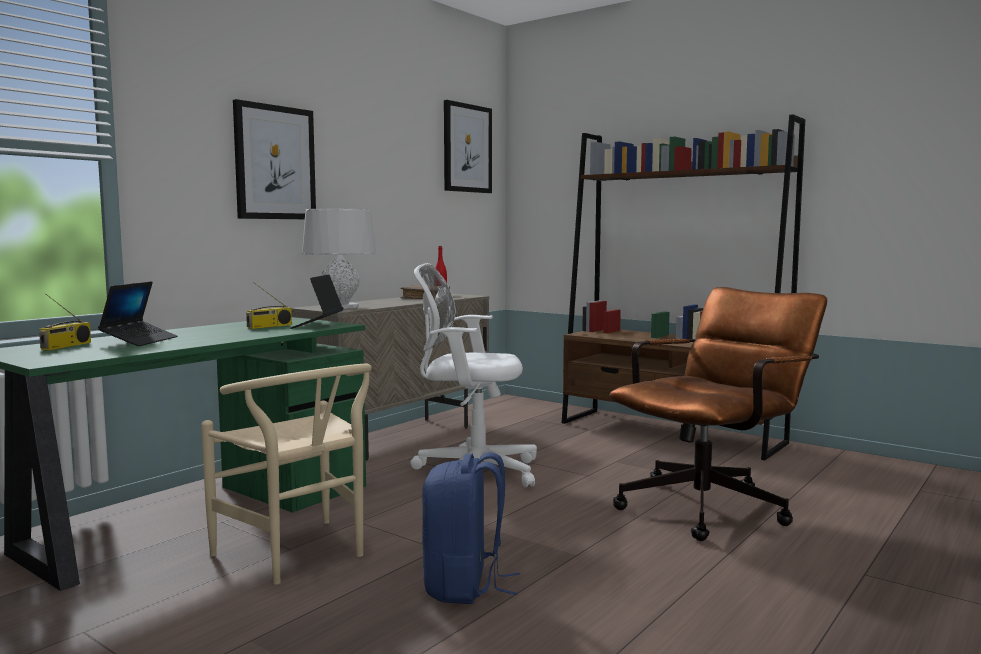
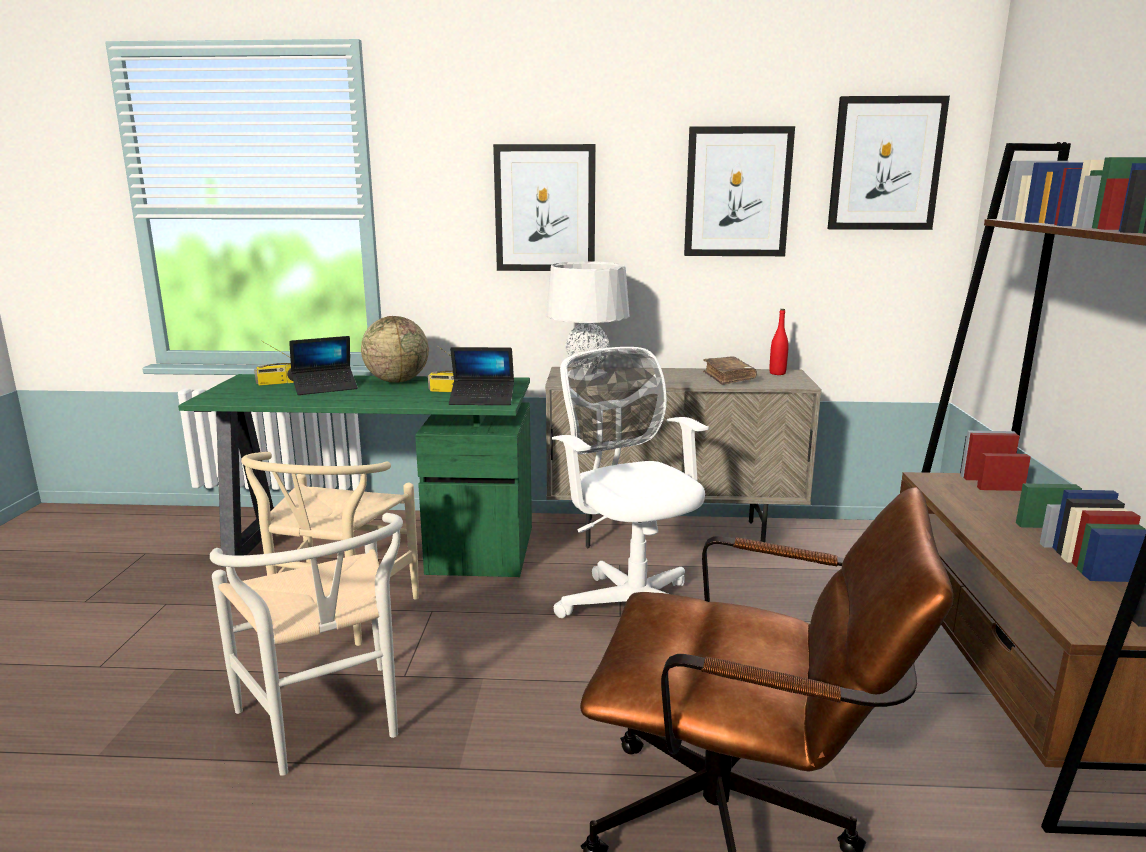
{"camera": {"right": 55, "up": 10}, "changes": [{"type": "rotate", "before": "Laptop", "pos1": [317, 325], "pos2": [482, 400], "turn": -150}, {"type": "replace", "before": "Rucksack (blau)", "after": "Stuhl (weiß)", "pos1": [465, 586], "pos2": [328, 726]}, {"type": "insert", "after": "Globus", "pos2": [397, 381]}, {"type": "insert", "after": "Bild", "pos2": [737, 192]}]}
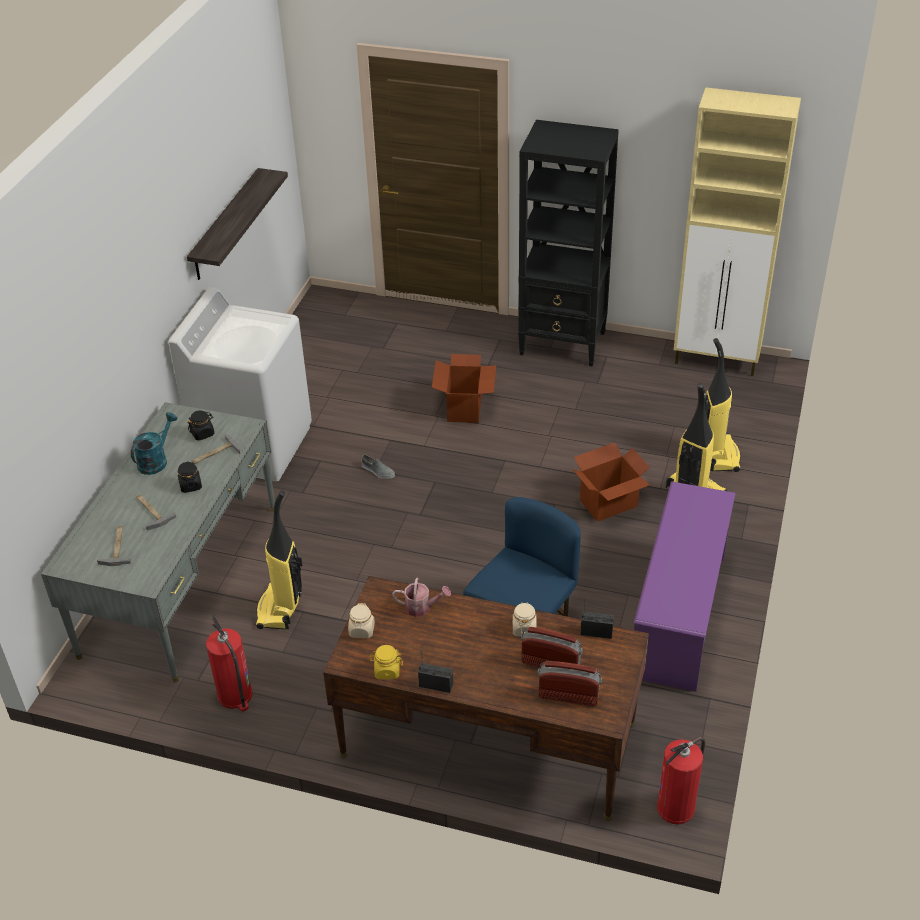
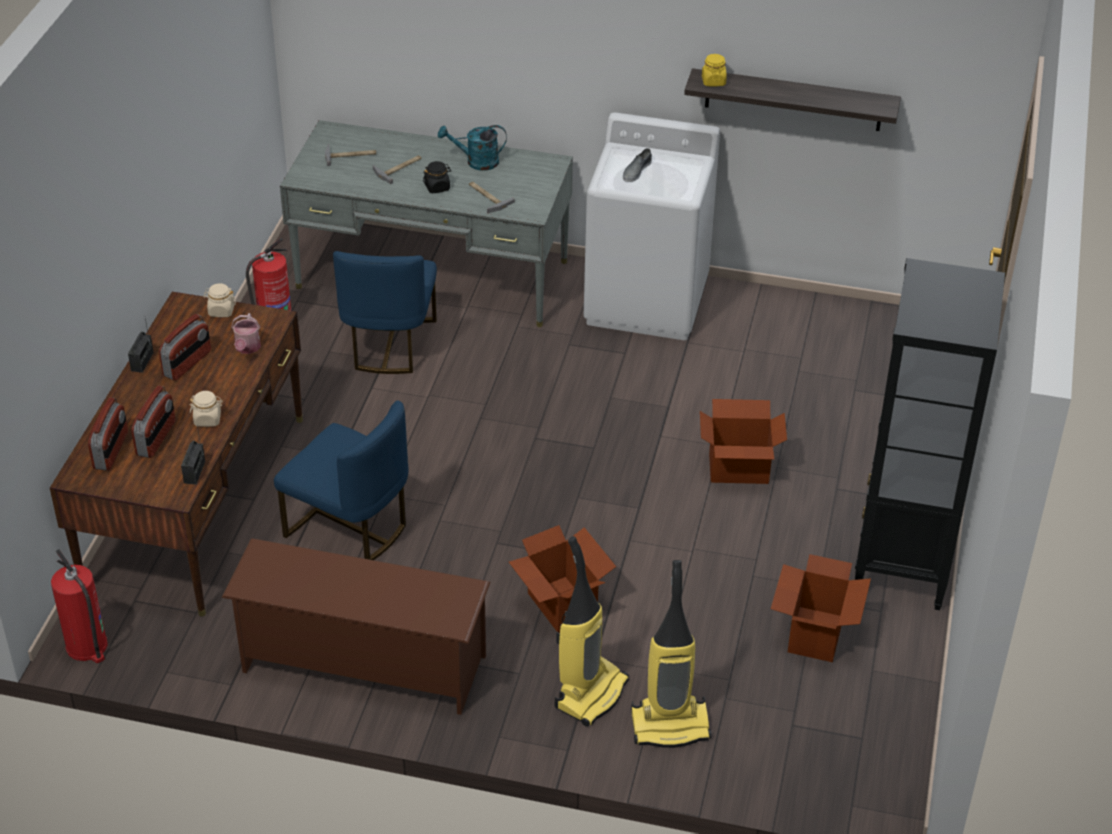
{"camera": {"right": 85, "up": 0}, "changes": [{"type": "rotate", "before": "Gießkanne (türkis)", "pos1": [156, 460], "pos2": [476, 162], "turn": 150}, {"type": "delete", "before": "Vorratsglas (schwarz)", "pos1": [202, 433]}, {"type": "replace", "before": "Staubsauger", "after": "Stuhl (blau)", "pos1": [280, 608], "pos2": [389, 344]}, {"type": "move", "before": "Schuh (grau)", "pos1": [378, 471], "pos2": [636, 171]}, {"type": "move", "before": "Vorratsglas (gelb)", "pos1": [387, 671], "pos2": [713, 81]}, {"type": "recolor", "before": "Schuhregal (lila)", "after": "Schuhregal (braun)", "pos1": [679, 616], "pos2": [362, 664]}, {"type": "delete", "before": "Schrank (beige)", "pos1": [717, 360]}, {"type": "insert", "after": "Radio", "pos2": [187, 363]}, {"type": "insert", "after": "Karton", "pos2": [814, 634]}]}
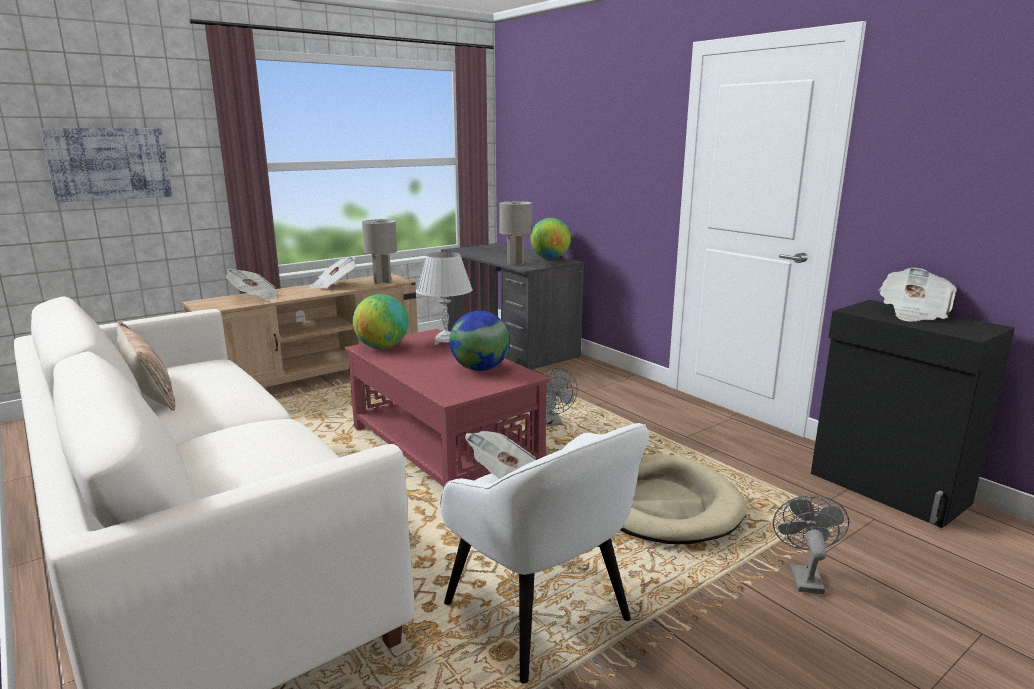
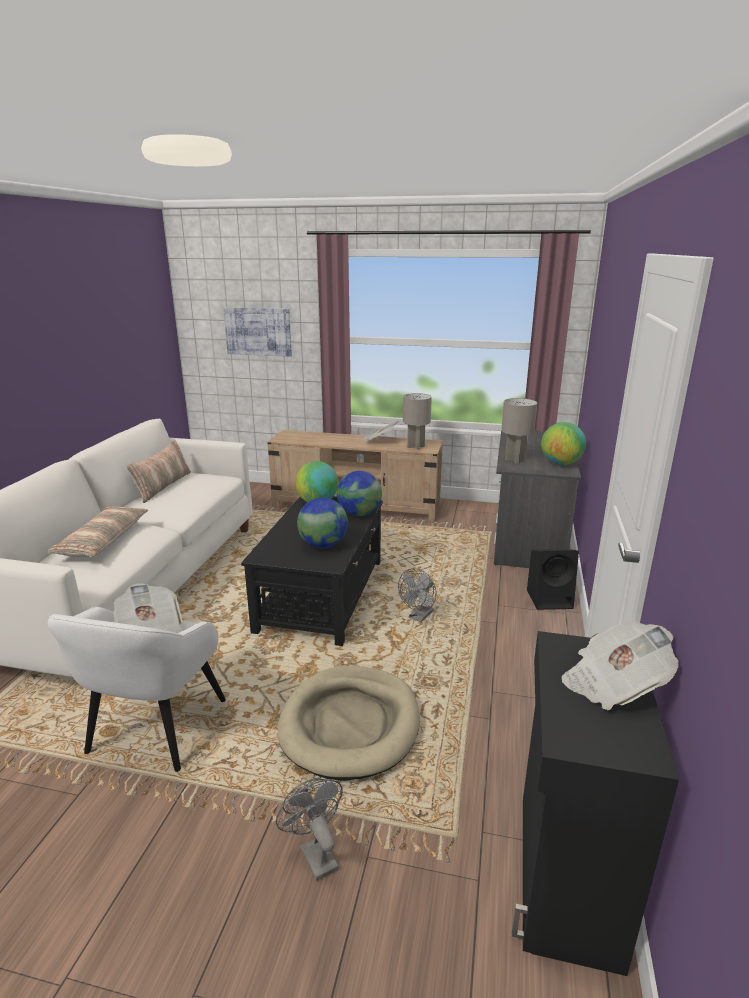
{"camera": {"right": 50, "up": 5}, "changes": [{"type": "delete", "before": "Zeitung", "pos1": [255, 297]}, {"type": "recolor", "before": "Couchtisch (rot)", "after": "Couchtisch (schwarz)", "pos1": [443, 446], "pos2": [322, 594]}, {"type": "replace", "before": "Tischlampe (weiß)", "after": "Globus", "pos1": [445, 341], "pos2": [359, 514]}, {"type": "rotate", "before": "Ventilator (grau)", "pos1": [804, 576], "pos2": [315, 853], "turn": -90}, {"type": "insert", "after": "Kissen", "pos2": [103, 541]}, {"type": "insert", "after": "Lautsprecher (schwarz)", "pos2": [550, 599]}]}
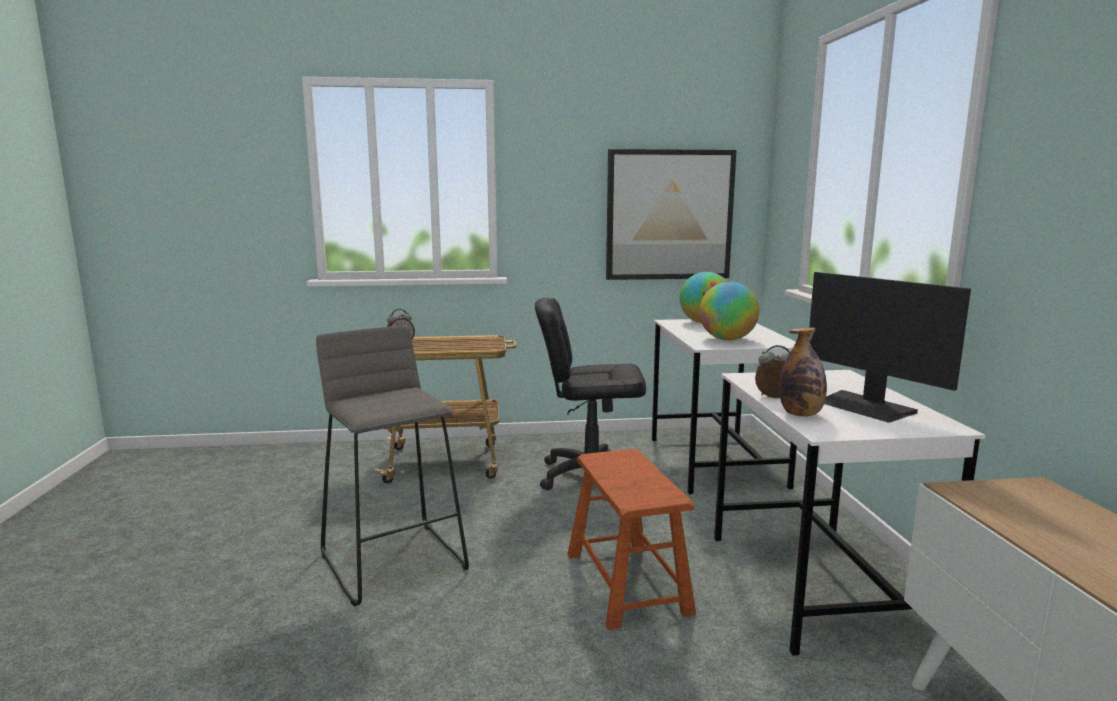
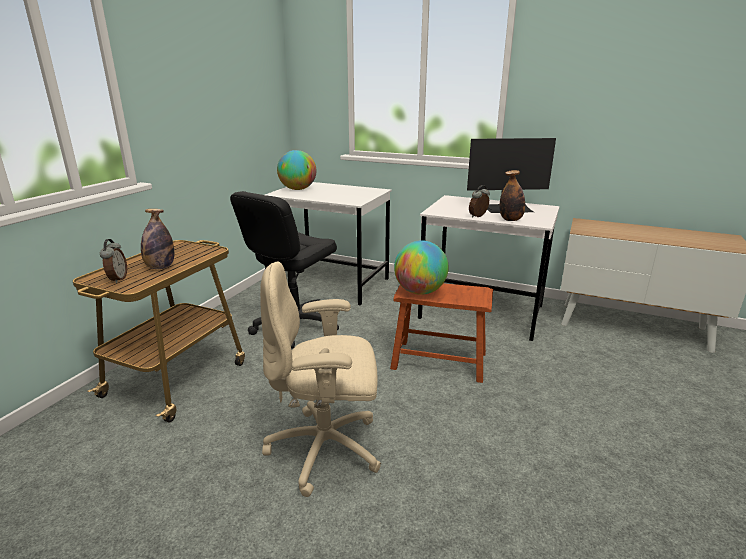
{"camera": {"right": -60, "up": 10}, "changes": [{"type": "replace", "before": "Hocker (grau)", "after": "Bürostuhl (beige)", "pos1": [395, 561], "pos2": [327, 449]}, {"type": "delete", "before": "Bild", "pos1": [669, 215]}, {"type": "move", "before": "Globus", "pos1": [727, 339], "pos2": [419, 292]}, {"type": "insert", "after": "Flasche", "pos2": [160, 267]}]}
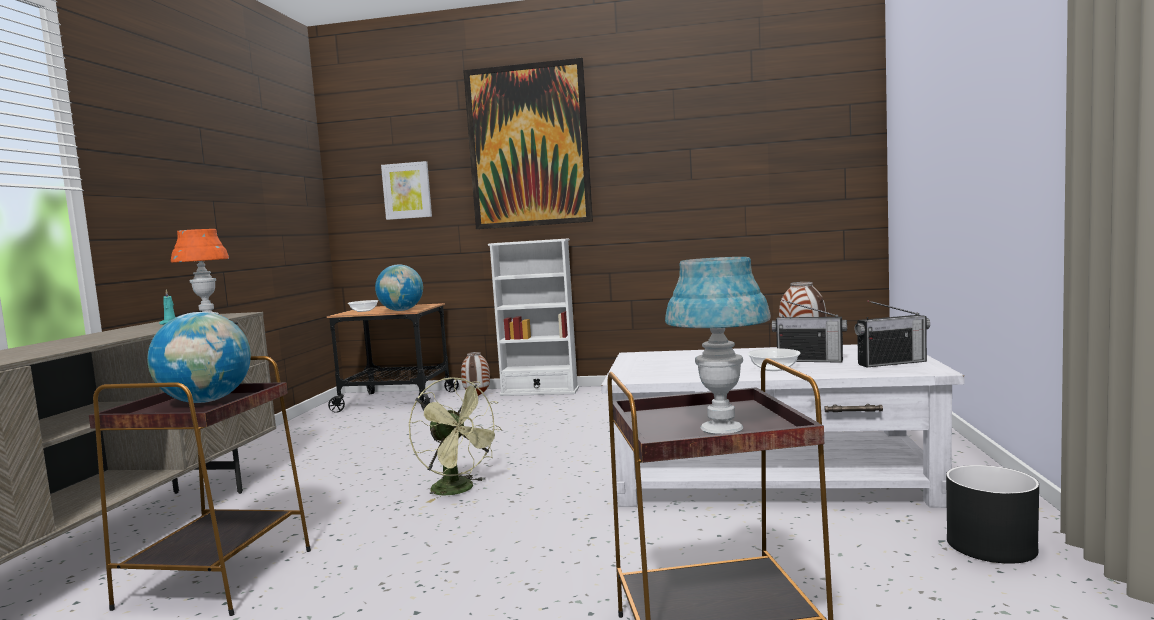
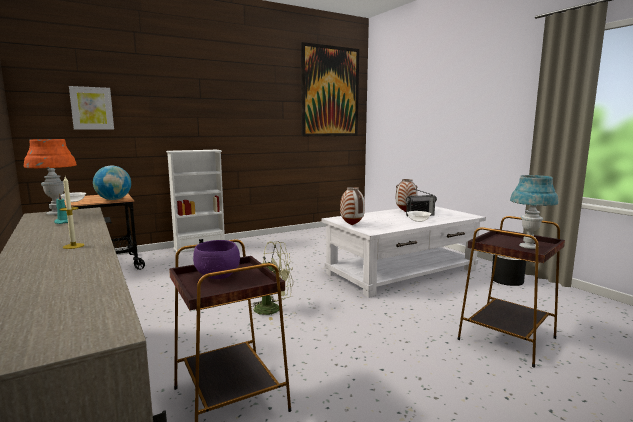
{"camera": {"right": -40, "up": 5}, "changes": [{"type": "replace", "before": "Globus", "after": "Schüssel (lila)", "pos1": [206, 401], "pos2": [219, 276]}, {"type": "move", "before": "Vase", "pos1": [477, 396], "pos2": [352, 225]}, {"type": "move", "before": "Bild", "pos1": [528, 146], "pos2": [330, 92]}, {"type": "delete", "before": "Radio", "pos1": [891, 363]}, {"type": "insert", "after": "Kerze", "pos2": [73, 246]}]}
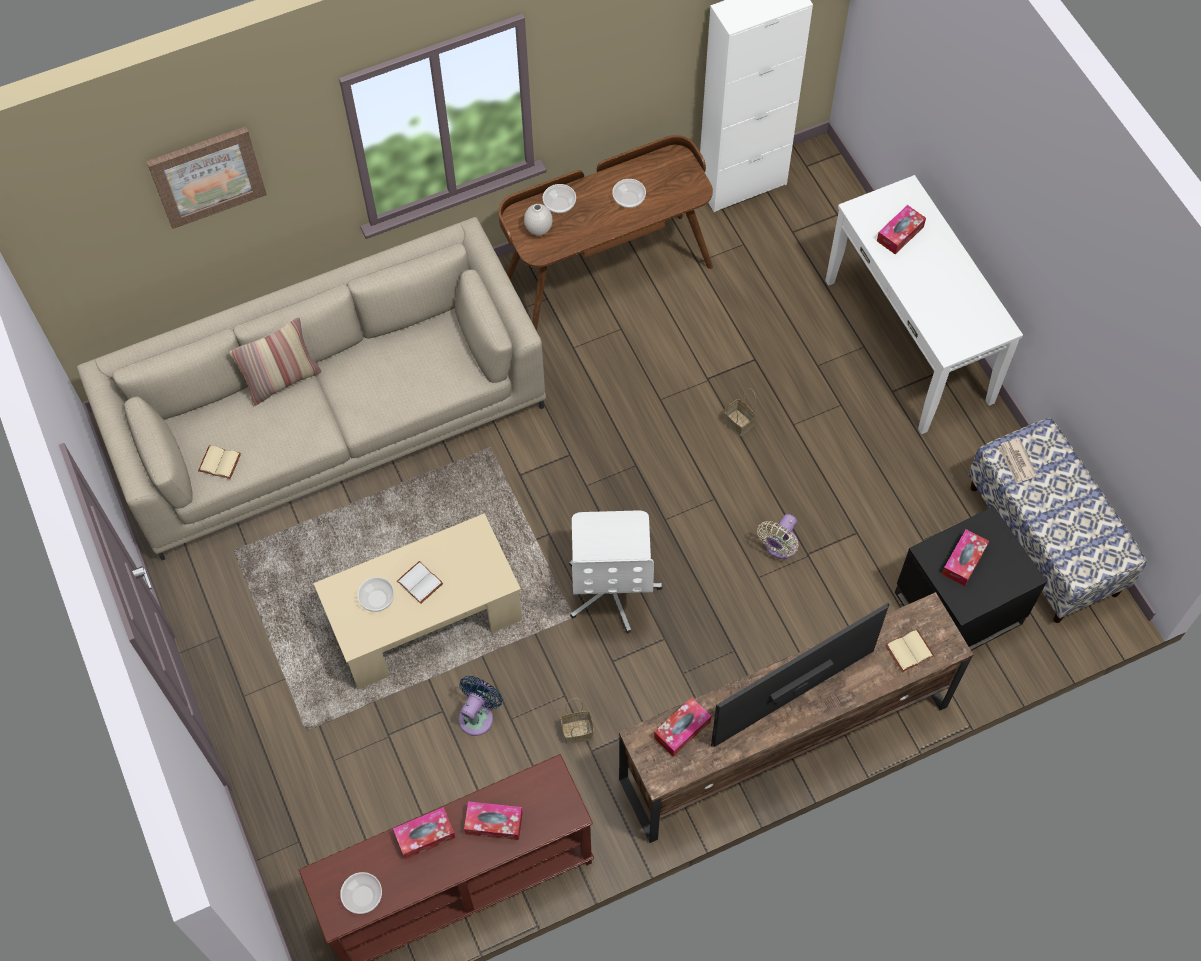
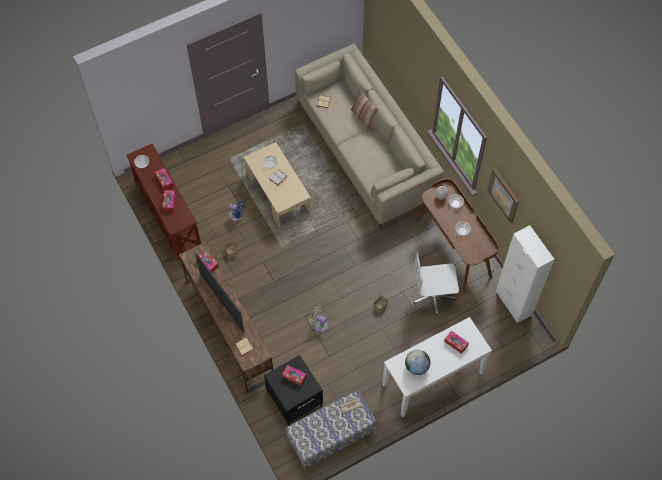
{"camera": {"right": 85, "up": 0}, "changes": [{"type": "move", "before": "Bild", "pos1": [207, 175], "pos2": [504, 195]}, {"type": "move", "before": "Bürostuhl (weiß)", "pos1": [612, 589], "pos2": [433, 295]}, {"type": "insert", "after": "Globus", "pos2": [416, 366]}]}
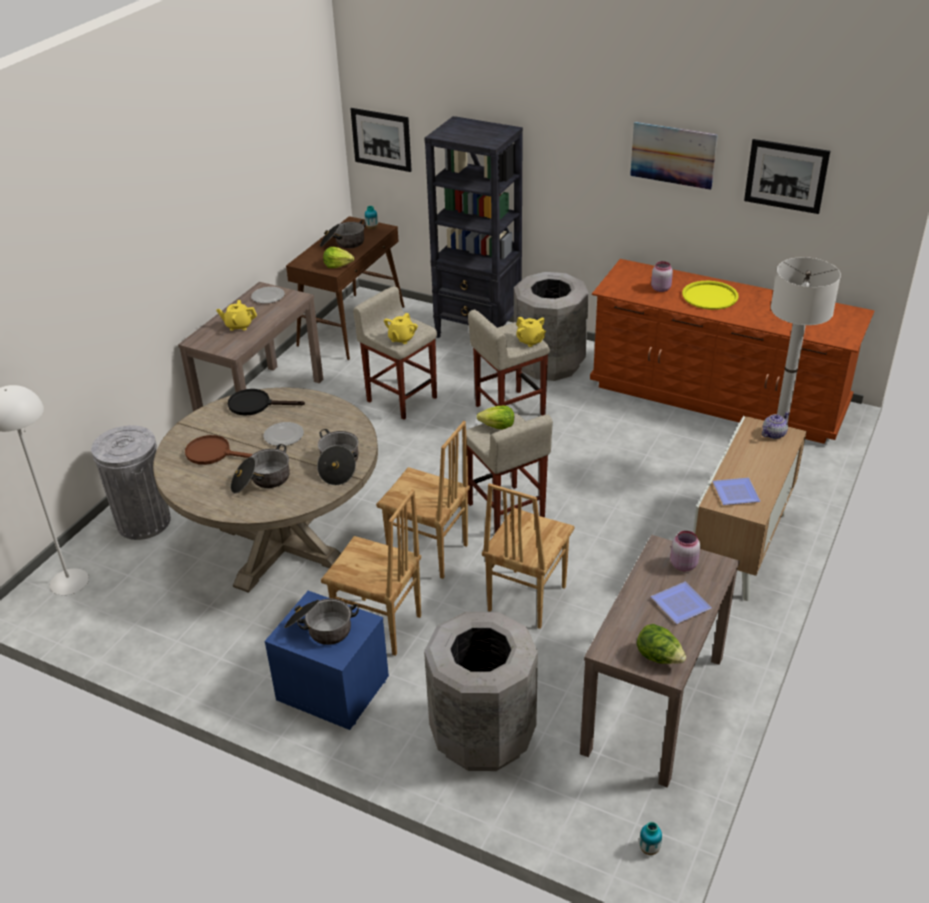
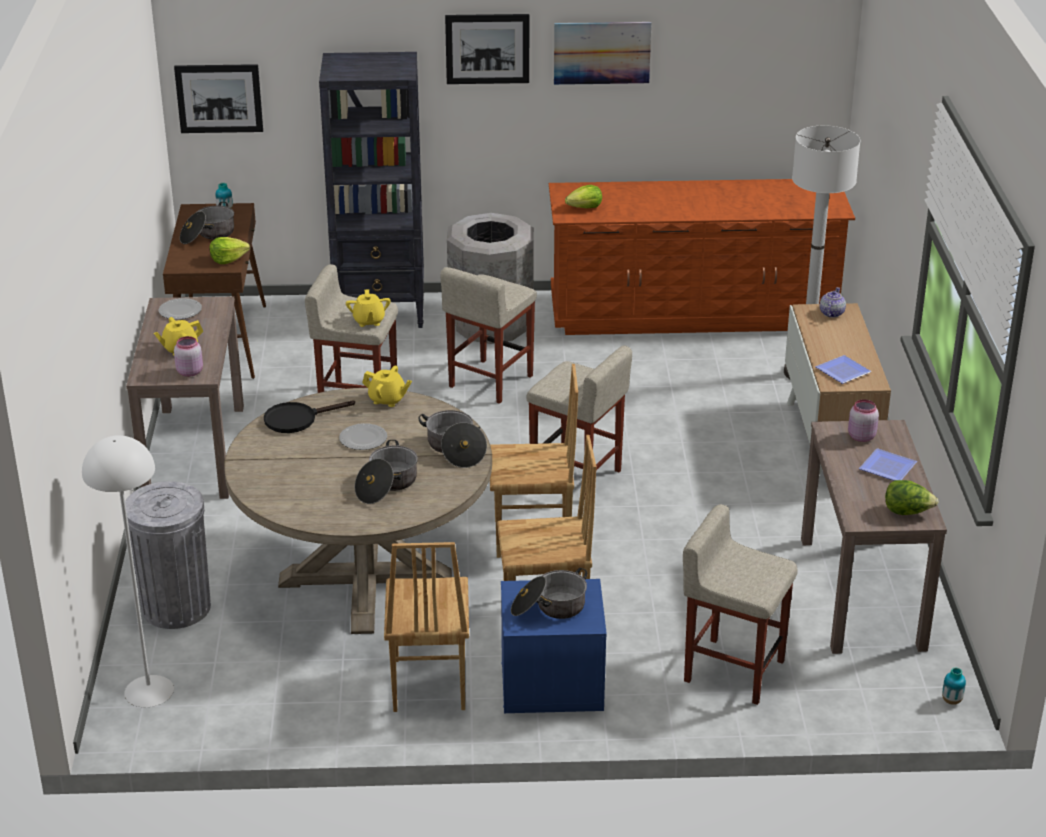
{"camera": {"right": -30, "up": -5}, "changes": [{"type": "delete", "before": "Pfanne (braun)", "pos1": [214, 453]}, {"type": "replace", "before": "Mülleimer (grau)", "after": "Hocker (beige)", "pos1": [482, 735], "pos2": [732, 670]}, {"type": "move", "before": "Salatkopf", "pos1": [497, 426], "pos2": [585, 207]}, {"type": "move", "before": "Stuhl (braun)", "pos1": [525, 598], "pos2": [427, 685]}, {"type": "move", "before": "Teekanne (gelb)", "pos1": [530, 341], "pos2": [387, 400]}, {"type": "move", "before": "Vorratsglas (rosa)", "pos1": [660, 288], "pos2": [189, 372]}, {"type": "delete", "before": "Tablett (gelb)", "pos1": [710, 296]}, {"type": "move", "before": "Bild", "pos1": [786, 176], "pos2": [487, 48]}]}
